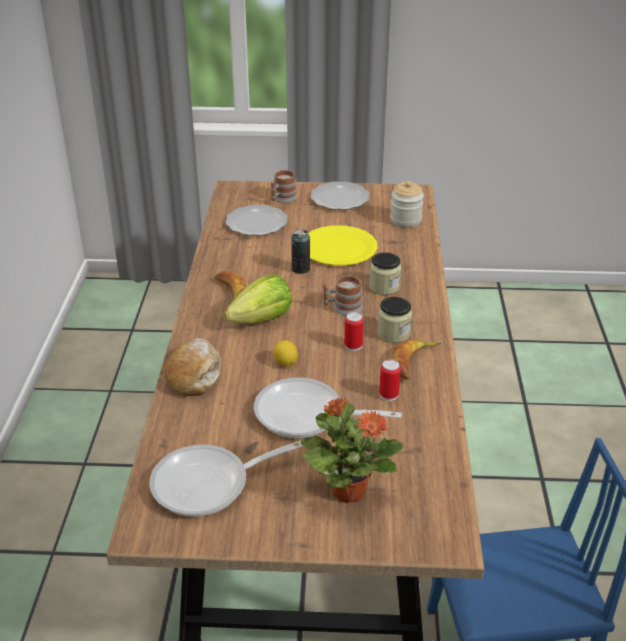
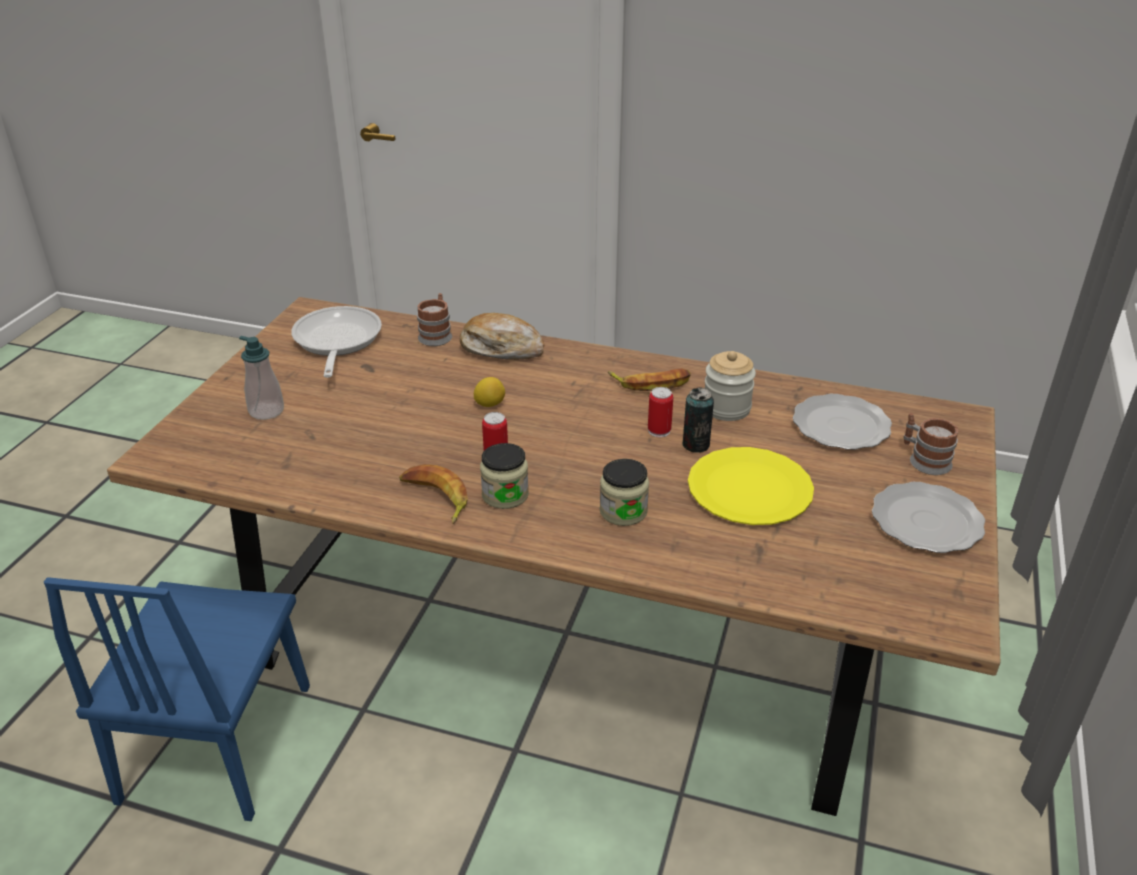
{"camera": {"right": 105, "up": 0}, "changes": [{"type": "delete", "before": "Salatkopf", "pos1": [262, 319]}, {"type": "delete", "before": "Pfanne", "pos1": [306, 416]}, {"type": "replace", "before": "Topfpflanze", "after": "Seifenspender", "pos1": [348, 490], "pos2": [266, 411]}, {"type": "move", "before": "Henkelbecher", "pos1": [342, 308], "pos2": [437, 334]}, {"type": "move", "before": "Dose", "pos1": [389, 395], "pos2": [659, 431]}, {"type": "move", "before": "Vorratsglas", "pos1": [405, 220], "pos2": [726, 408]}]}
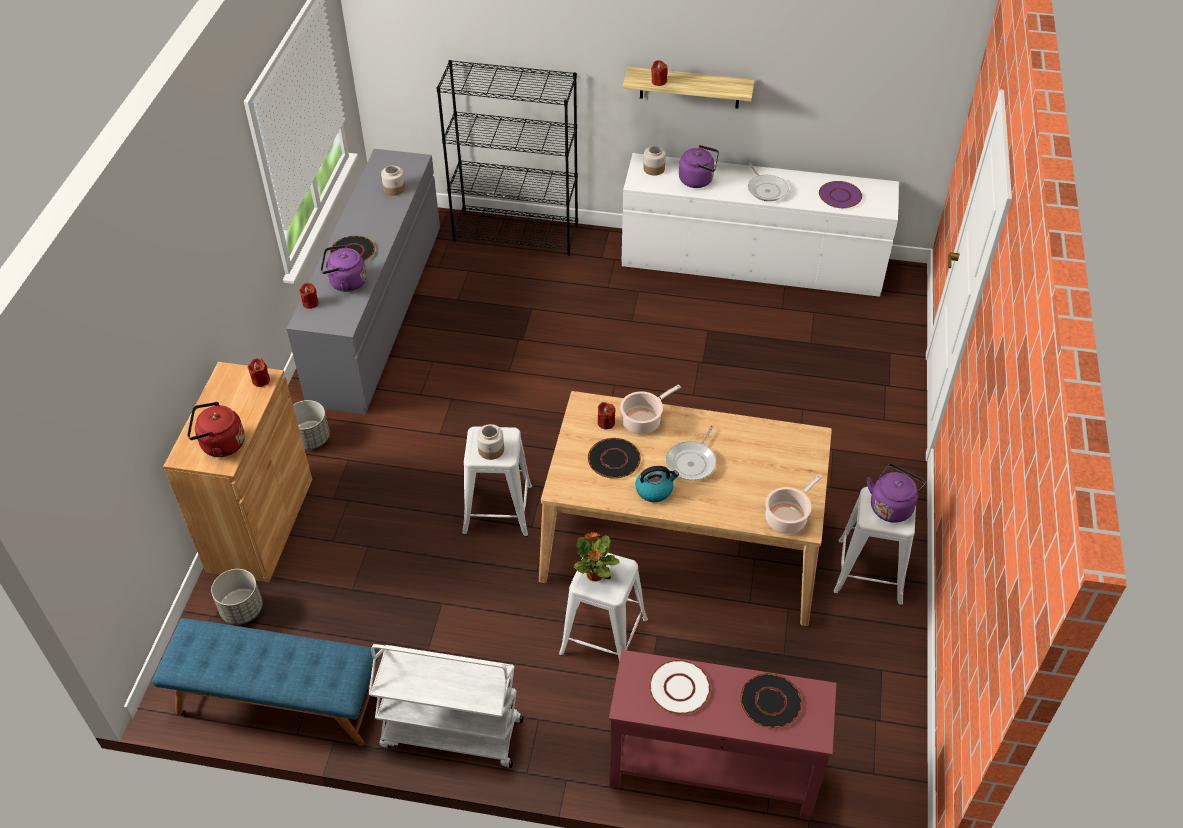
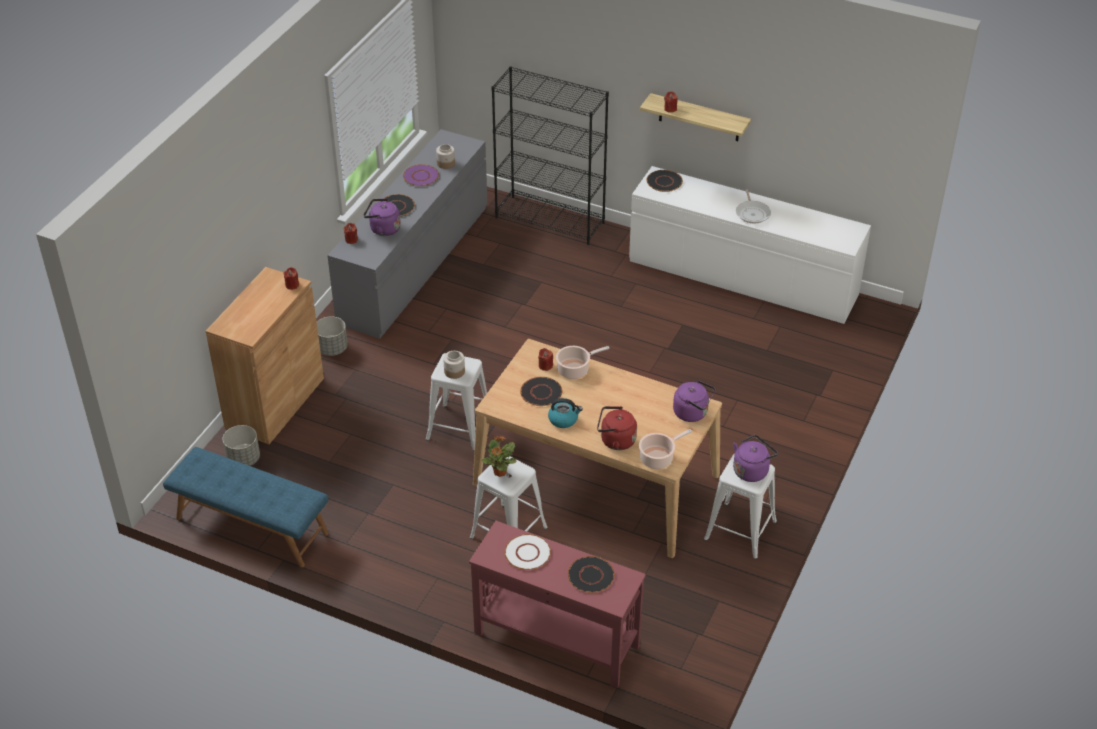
{"camera": {"right": 15, "up": -5}, "changes": [{"type": "move", "before": "Wasserkessel (rot)", "pos1": [220, 445], "pos2": [615, 440]}, {"type": "delete", "before": "Rollwagen (weiß)", "pos1": [451, 734]}, {"type": "replace", "before": "Vorratsglas", "after": "Teller (schwarz)", "pos1": [653, 169], "pos2": [664, 182]}, {"type": "delete", "before": "Pfanne", "pos1": [692, 462]}, {"type": "move", "before": "Wasserkessel (lila)", "pos1": [698, 180], "pos2": [692, 413]}, {"type": "move", "before": "Teller (lila)", "pos1": [840, 196], "pos2": [421, 176]}]}
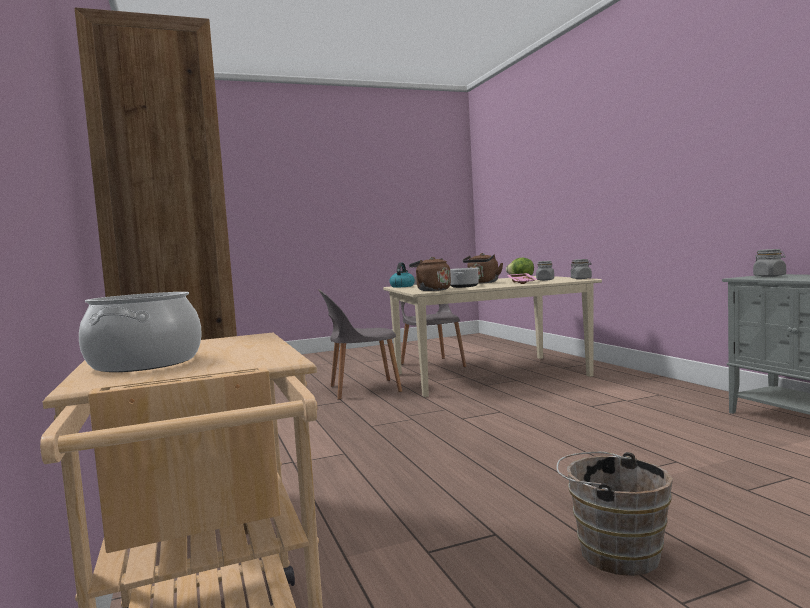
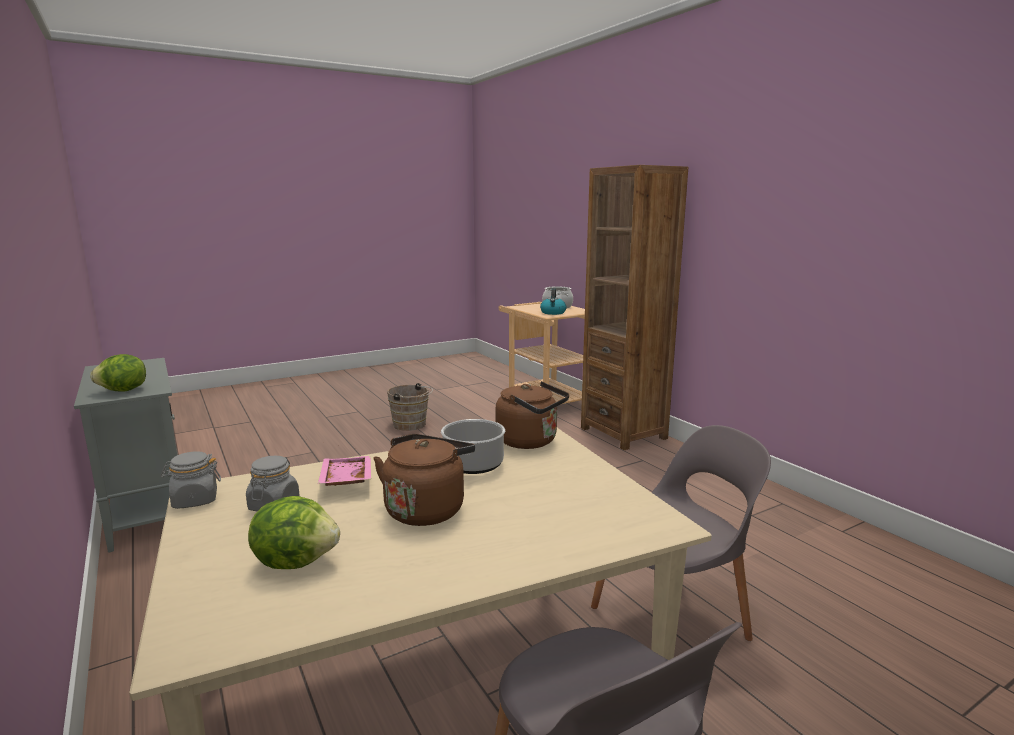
{"camera": {"right": 170, "up": 10}, "changes": [{"type": "move", "before": "Wasserkessel", "pos1": [402, 286], "pos2": [553, 313]}, {"type": "replace", "before": "Vorratsglas (grau)", "after": "Salatkopf", "pos1": [769, 276], "pos2": [123, 391]}]}
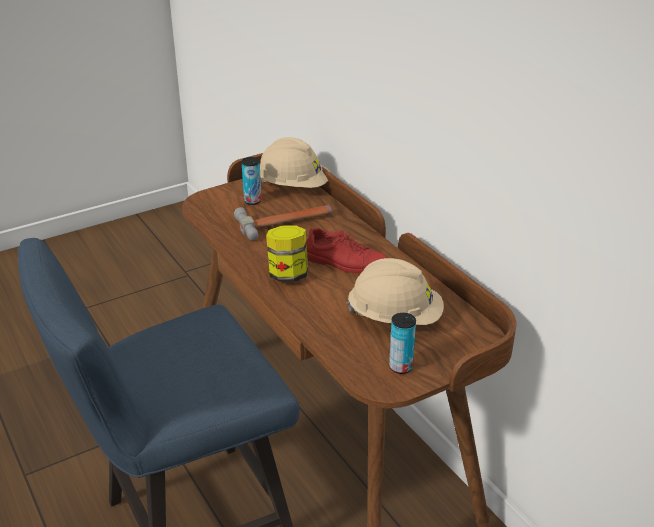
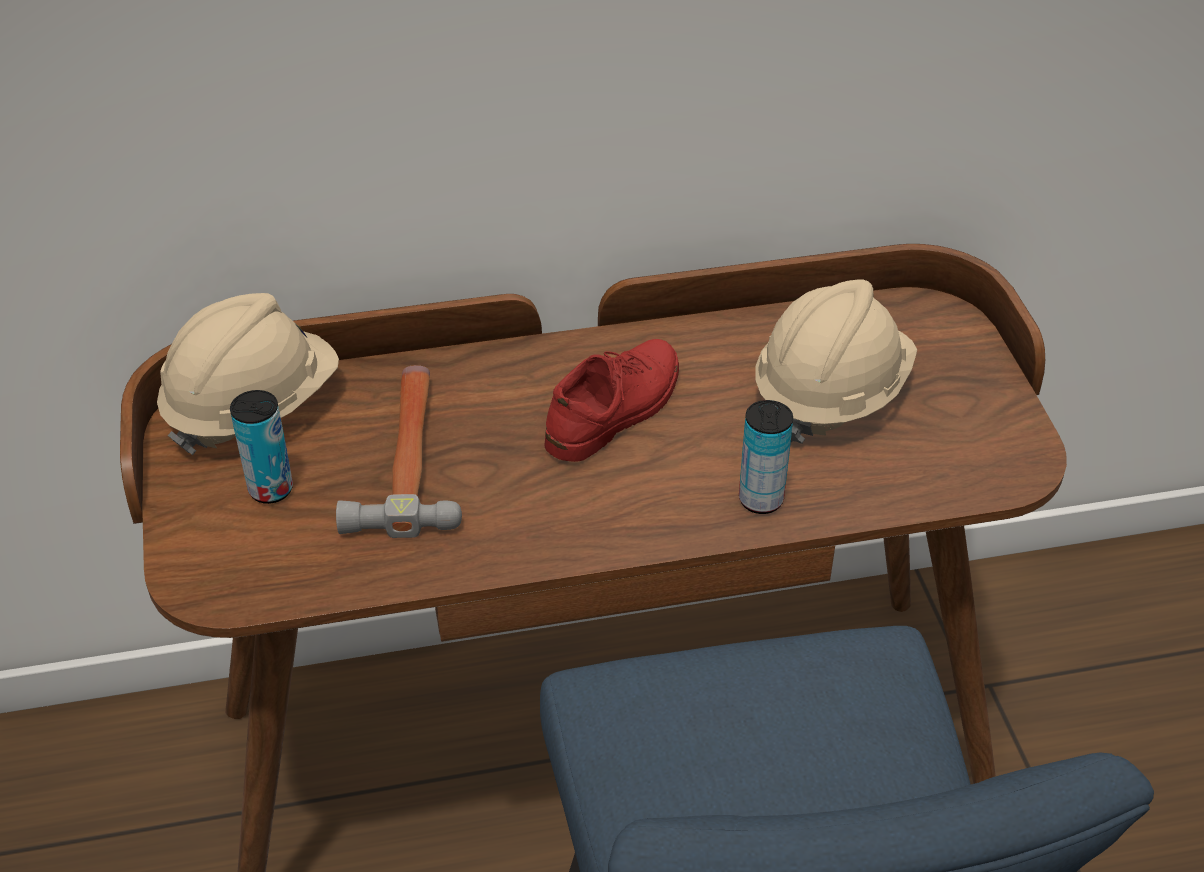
{"camera": {"right": -70, "up": 10}, "changes": [{"type": "delete", "before": "Vorratsglas", "pos1": [288, 275]}, {"type": "move", "before": "Dose", "pos1": [400, 367], "pos2": [760, 500]}]}
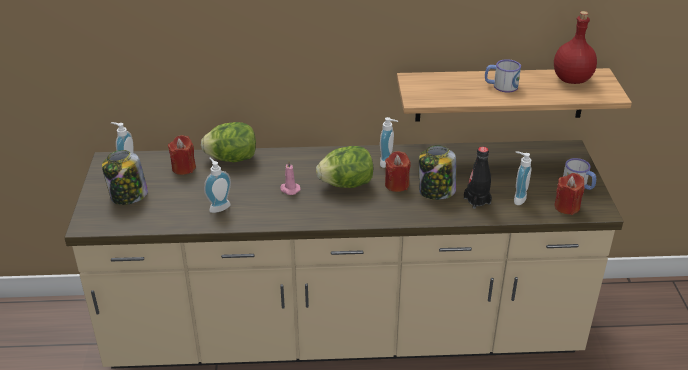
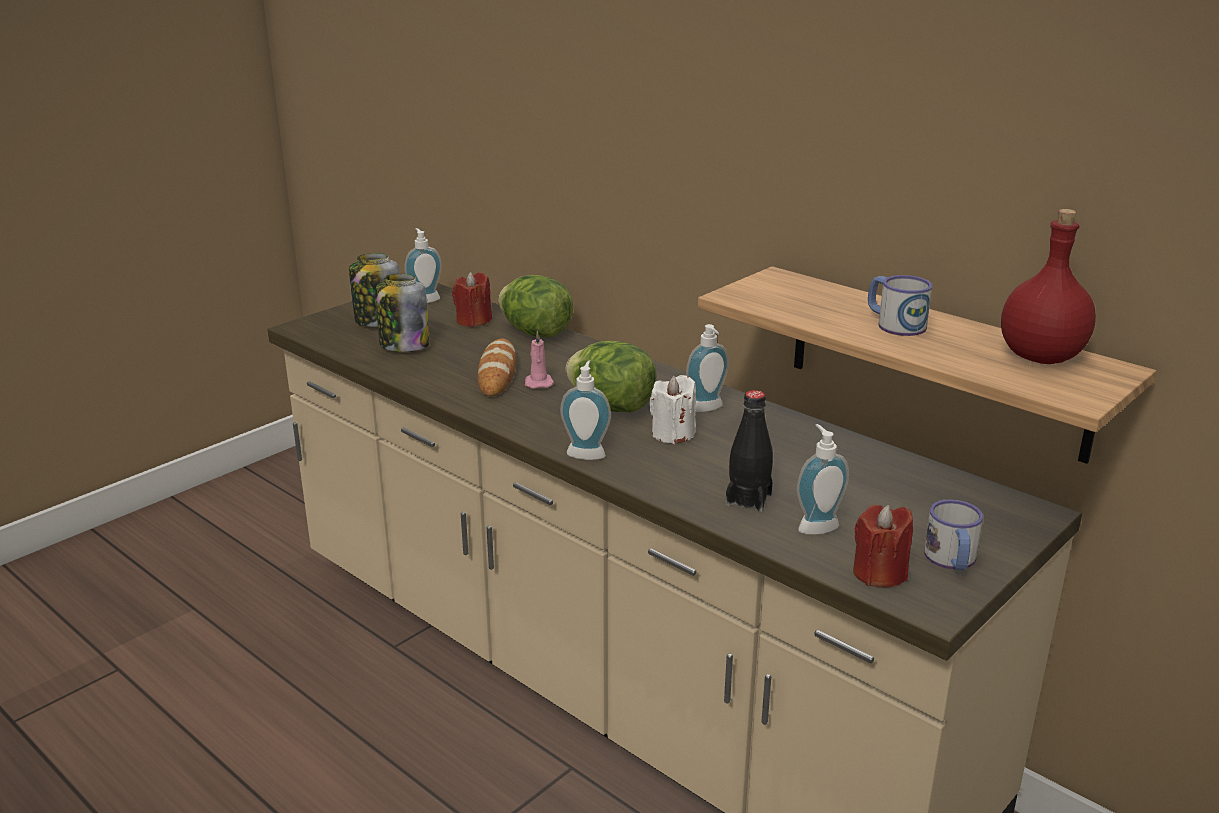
{"camera": {"right": 45, "up": -10}, "changes": [{"type": "move", "before": "Seifenspender", "pos1": [218, 206], "pos2": [587, 453]}, {"type": "recolor", "before": "Kerze (rot)", "after": "Kerze (weiß)", "pos1": [396, 184], "pos2": [673, 434]}, {"type": "move", "before": "Vorratsglas", "pos1": [436, 191], "pos2": [403, 345]}, {"type": "insert", "after": "Brot", "pos2": [497, 373]}]}
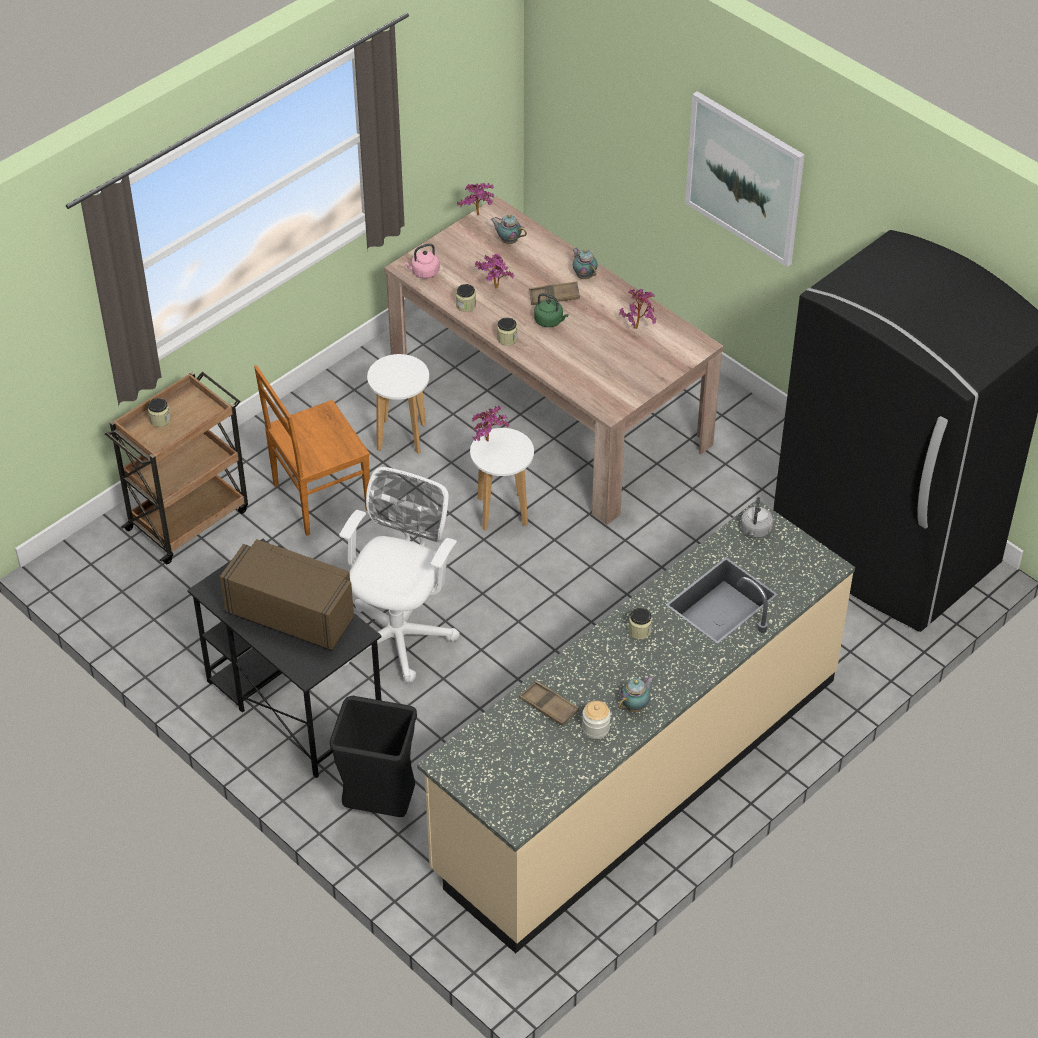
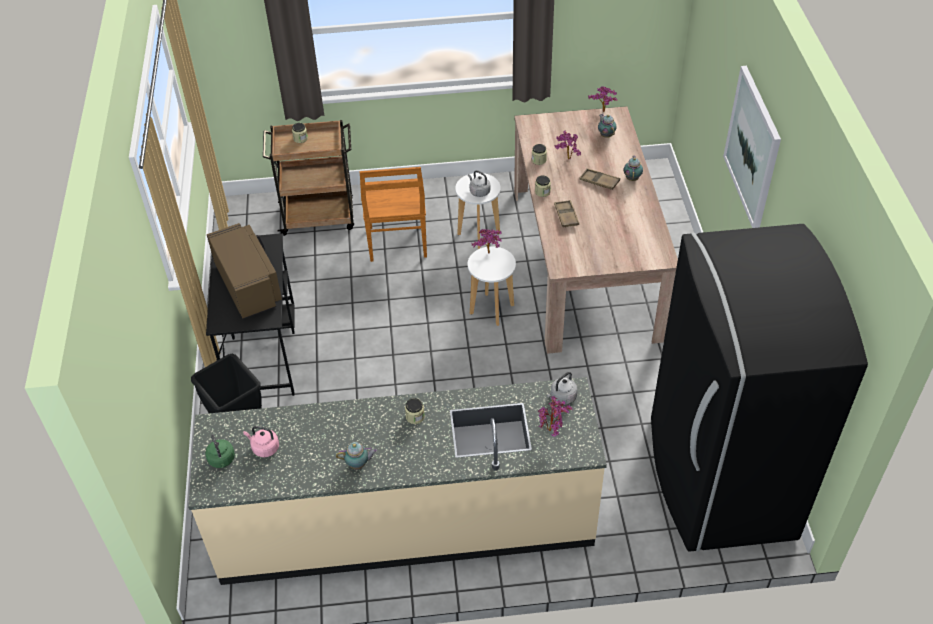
{"camera": {"right": 40, "up": 0}, "changes": [{"type": "rotate", "before": "Stuhl (braun)", "pos1": [318, 498], "pos2": [397, 243], "turn": -105}, {"type": "delete", "before": "Bürostuhl (weiß)", "pos1": [400, 634]}, {"type": "move", "before": "Wasserkessel (rosa)", "pos1": [424, 272], "pos2": [264, 448]}, {"type": "move", "before": "Tablett (braun)", "pos1": [548, 706], "pos2": [566, 216]}, {"type": "move", "before": "Wasserkessel (grün)", "pos1": [550, 321], "pos2": [222, 460]}, {"type": "delete", "before": "Vorratsglas", "pos1": [595, 728]}, {"type": "move", "before": "Topfpflanze", "pos1": [638, 327], "pos2": [552, 430]}, {"type": "insert", "after": "Wasserkessel (grau)", "pos2": [479, 191]}]}
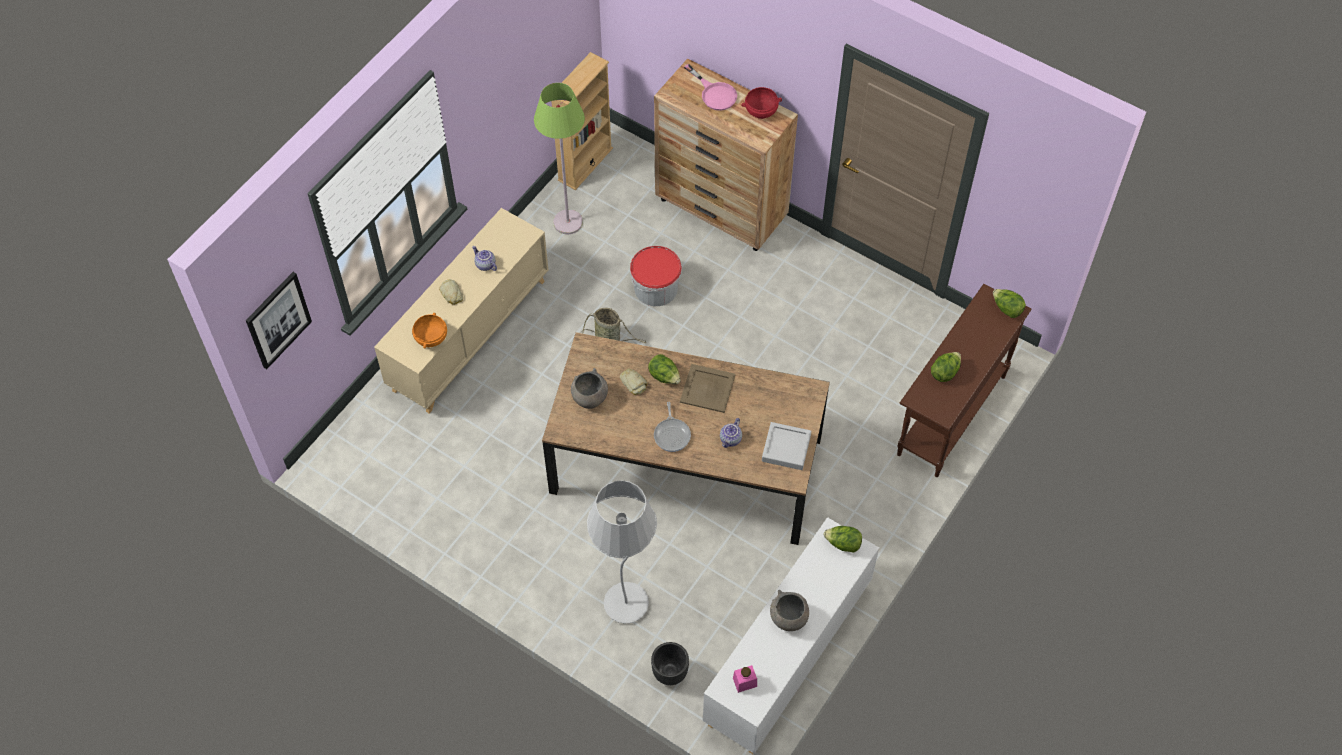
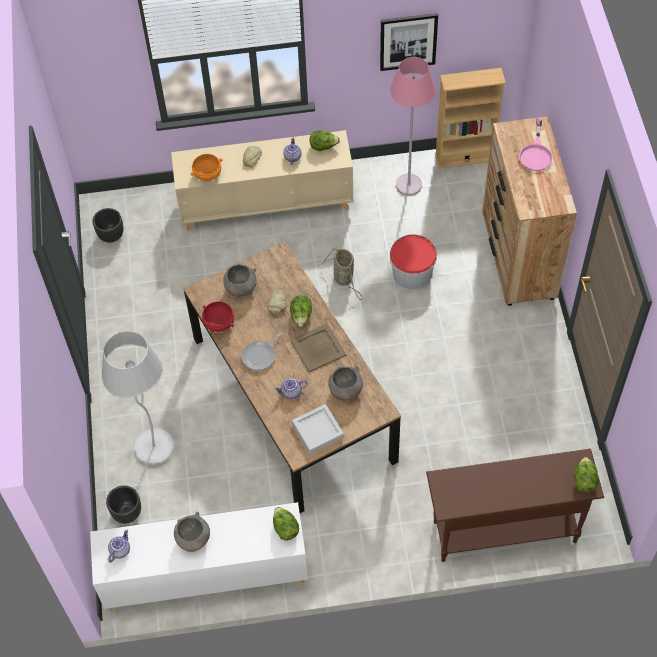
{"camera": {"right": 50, "up": 0}, "changes": [{"type": "move", "before": "Bild", "pos1": [278, 320], "pos2": [408, 41]}, {"type": "recolor", "before": "Stehlampe (grün)", "after": "Stehlampe (rosa)", "pos1": [567, 222], "pos2": [408, 185]}, {"type": "replace", "before": "Vorratsglas (rosa)", "after": "Teekanne", "pos1": [744, 682], "pos2": [119, 550]}, {"type": "move", "before": "Schüssel (rot)", "pos1": [761, 112], "pos2": [218, 323]}, {"type": "move", "before": "Salatkopf", "pos1": [944, 372], "pos2": [323, 146]}, {"type": "insert", "after": "Pflanzkübel (schwarz)", "pos2": [111, 236]}, {"type": "insert", "after": "Schüssel (grau)", "pos2": [345, 390]}]}
